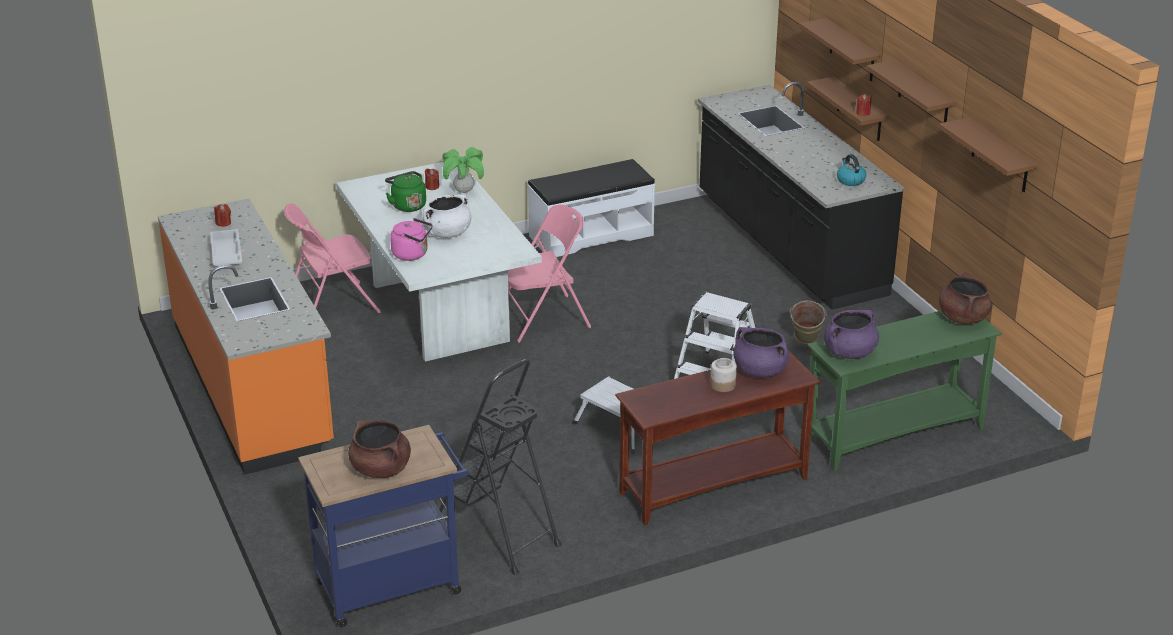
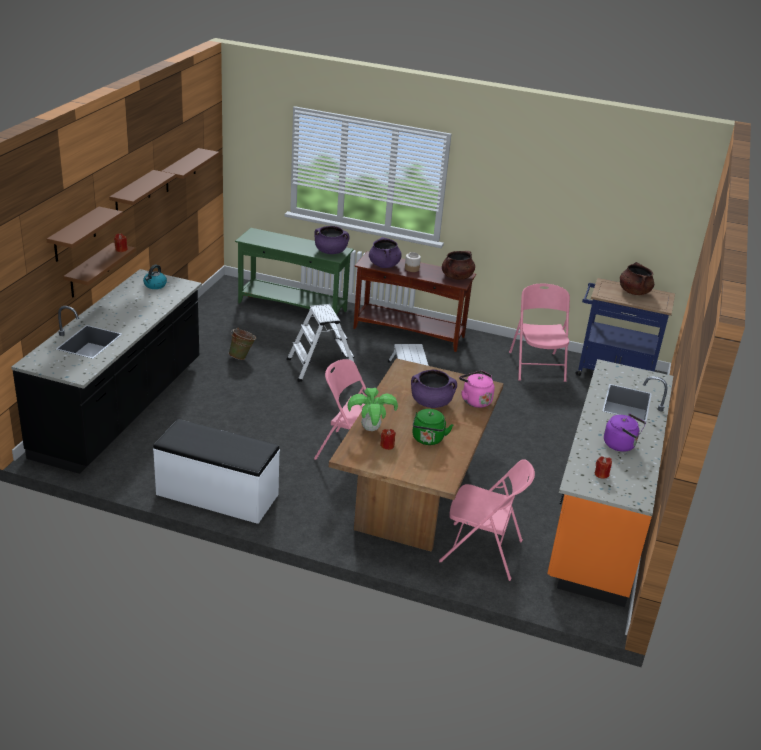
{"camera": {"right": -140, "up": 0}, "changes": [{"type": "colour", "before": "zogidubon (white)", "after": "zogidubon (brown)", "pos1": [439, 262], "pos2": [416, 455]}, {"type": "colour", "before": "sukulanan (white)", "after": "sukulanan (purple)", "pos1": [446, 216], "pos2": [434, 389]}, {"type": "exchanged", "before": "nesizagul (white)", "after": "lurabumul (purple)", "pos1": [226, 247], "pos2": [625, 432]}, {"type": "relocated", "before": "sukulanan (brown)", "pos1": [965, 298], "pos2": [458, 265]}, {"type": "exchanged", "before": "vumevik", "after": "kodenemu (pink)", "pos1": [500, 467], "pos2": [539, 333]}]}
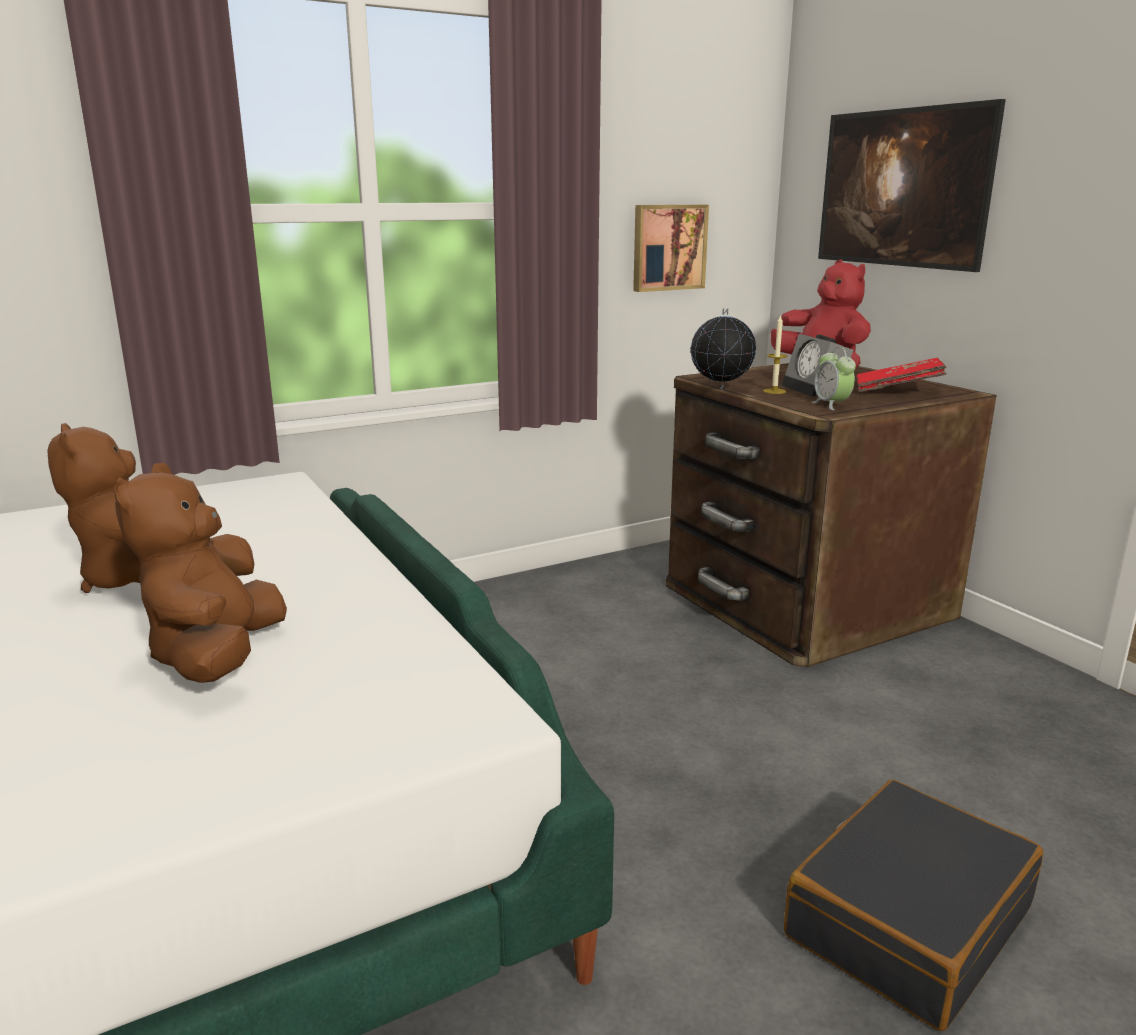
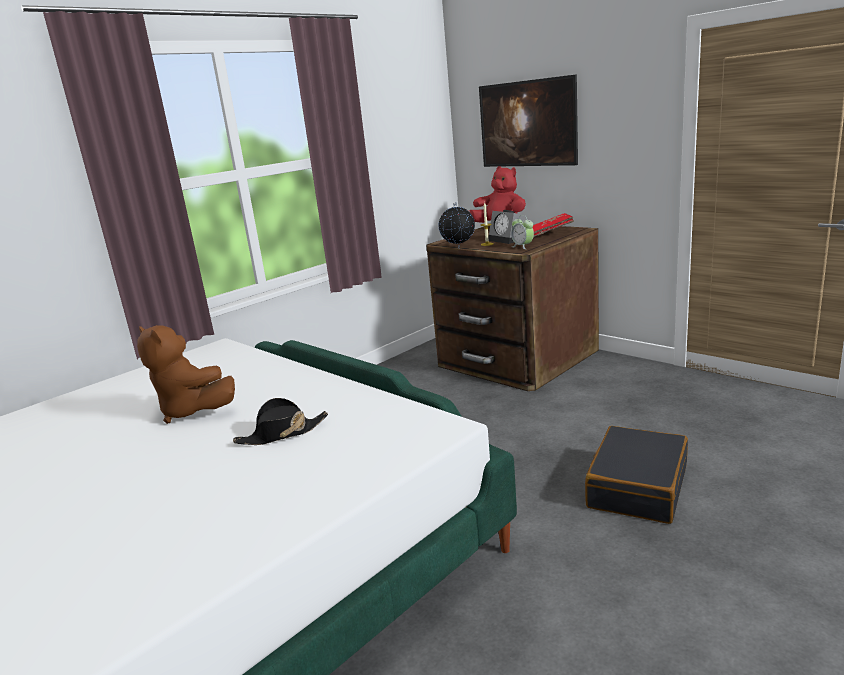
{"camera": {"right": -15, "up": 0}, "changes": [{"type": "missing", "before": "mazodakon", "pos1": [671, 248]}, {"type": "exchanged", "before": "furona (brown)", "after": "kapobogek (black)", "pos1": [200, 573], "pos2": [280, 421]}]}
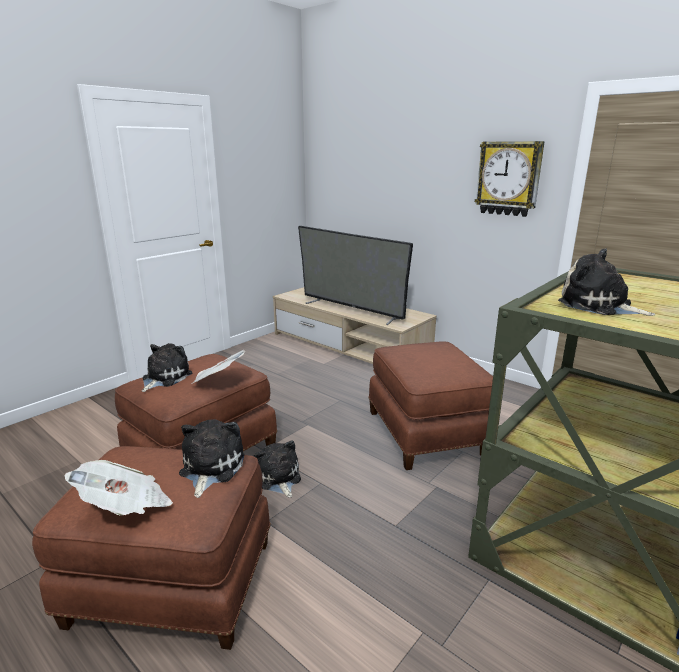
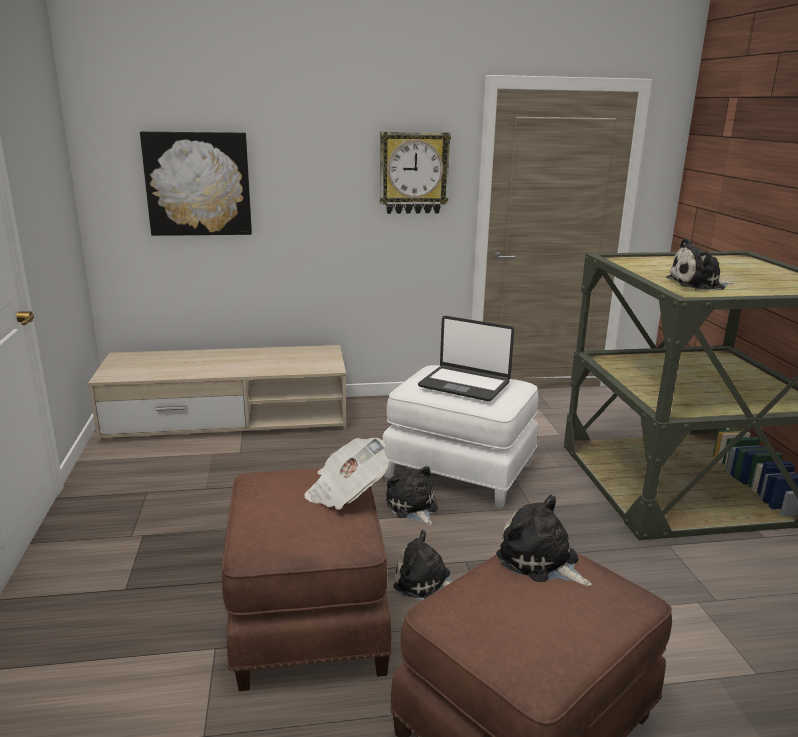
{"camera": {"right": -50, "up": 0}, "changes": [{"type": "missing", "before": "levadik", "pos1": [355, 275]}, {"type": "colour", "before": "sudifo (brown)", "after": "sudifo (white)", "pos1": [430, 405], "pos2": [460, 436]}, {"type": "relocated", "before": "furona", "pos1": [167, 367], "pos2": [412, 495]}, {"type": "missing", "before": "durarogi", "pos1": [119, 488]}, {"type": "appeared", "after": "mazodakon", "pos2": [196, 183]}, {"type": "appeared", "after": "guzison", "pos2": [466, 358]}]}
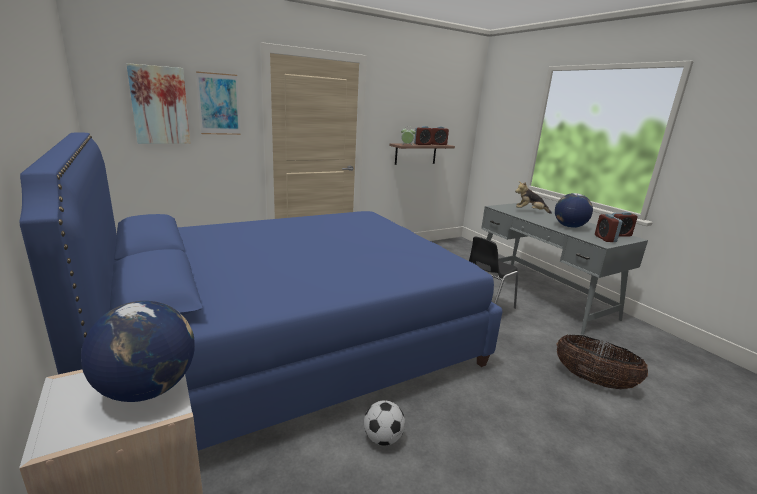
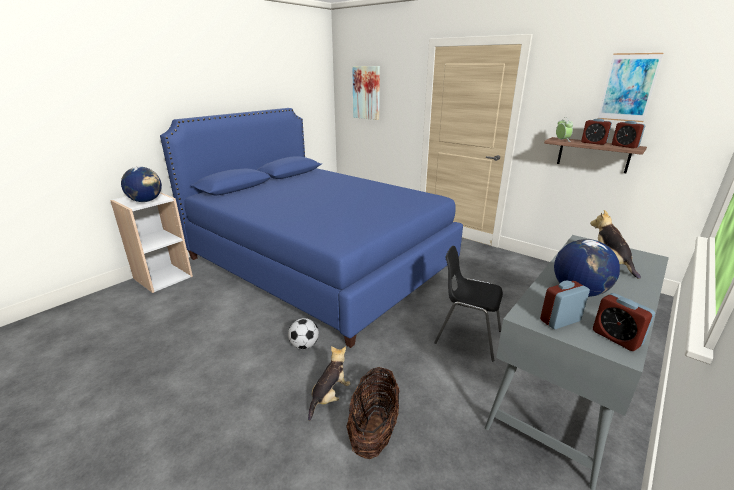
{"camera": {"right": 70, "up": 5}, "changes": [{"type": "relocated", "before": "mazodakon", "pos1": [218, 103], "pos2": [630, 87]}, {"type": "relocated", "before": "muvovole", "pos1": [384, 423], "pos2": [303, 333]}, {"type": "appeared", "after": "furona", "pos2": [329, 383]}]}
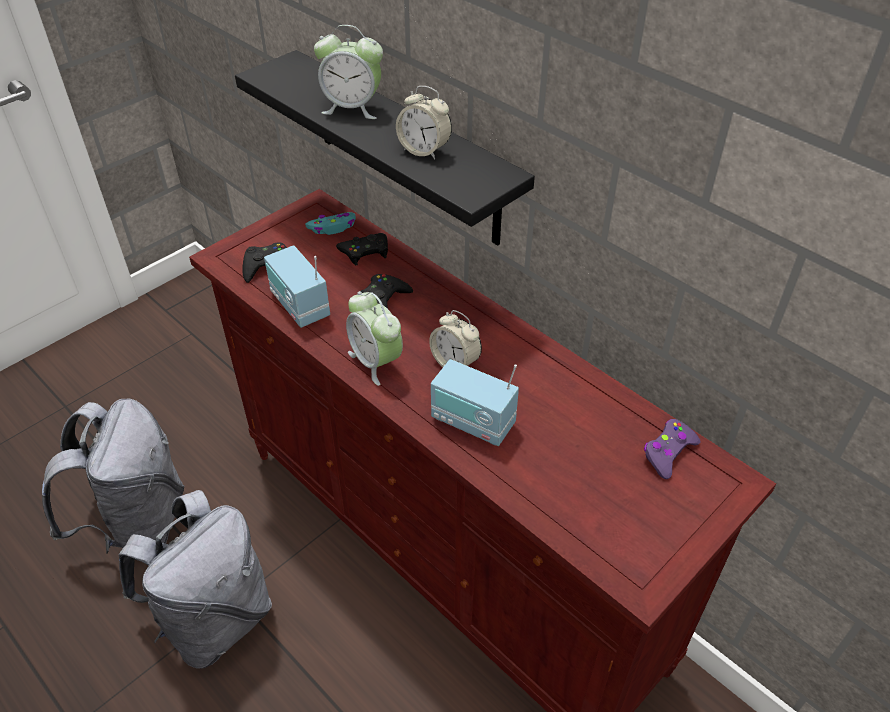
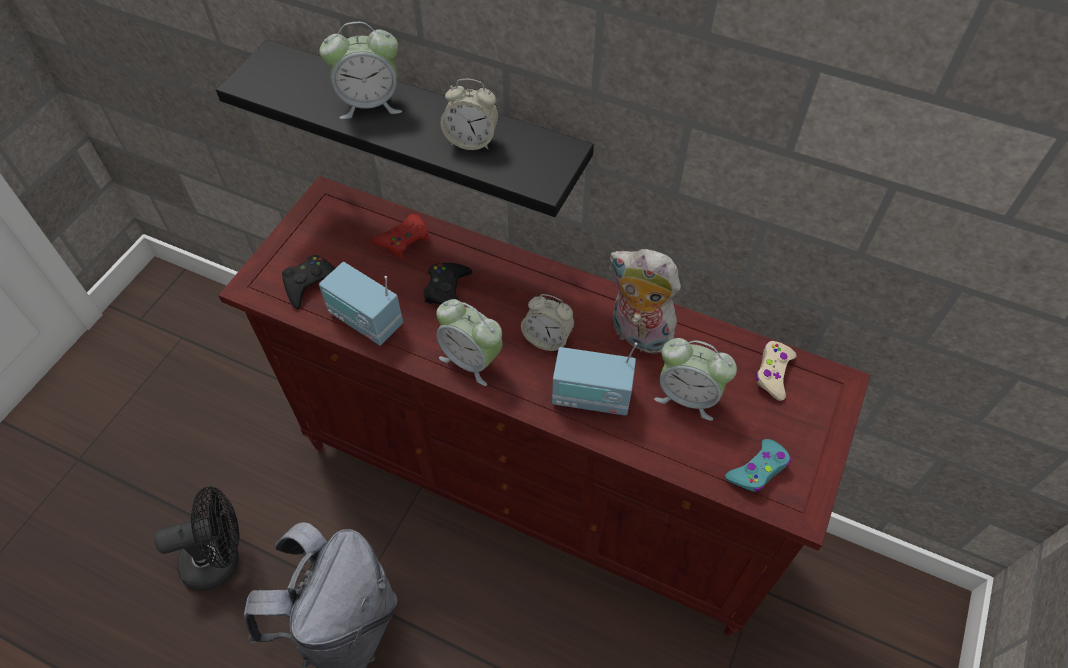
{"camera": {"right": -20, "up": 10}, "changes": [{"type": "relocated", "before": "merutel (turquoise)", "pos1": [330, 223], "pos2": [758, 465]}, {"type": "colour", "before": "merutel (black)", "after": "merutel (red)", "pos1": [362, 249], "pos2": [400, 236]}, {"type": "exchanged", "before": "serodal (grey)", "after": "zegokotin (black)", "pos1": [113, 479], "pos2": [196, 538]}, {"type": "colour", "before": "merutel (purple)", "after": "merutel (beige)", "pos1": [672, 449], "pos2": [775, 371]}, {"type": "appeared", "after": "furona", "pos2": [645, 302]}, {"type": "appeared", "after": "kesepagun", "pos2": [695, 379]}]}
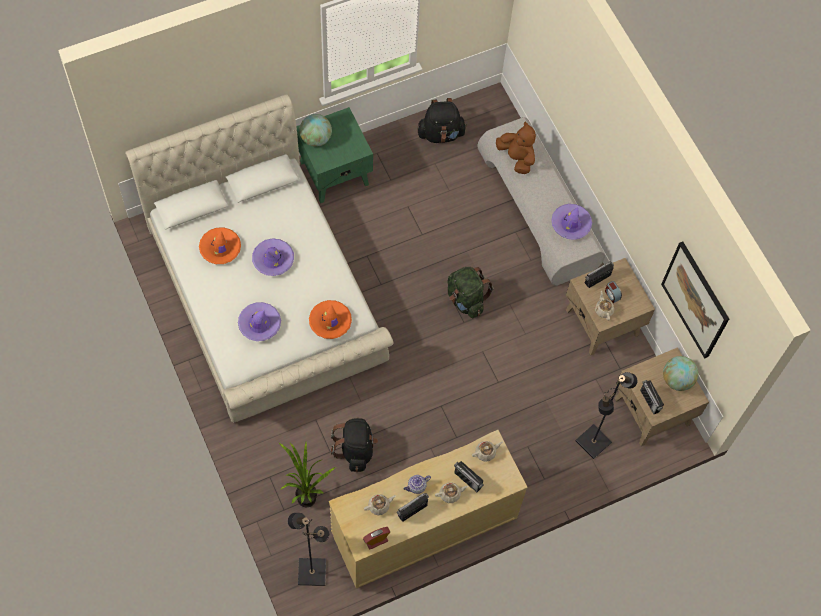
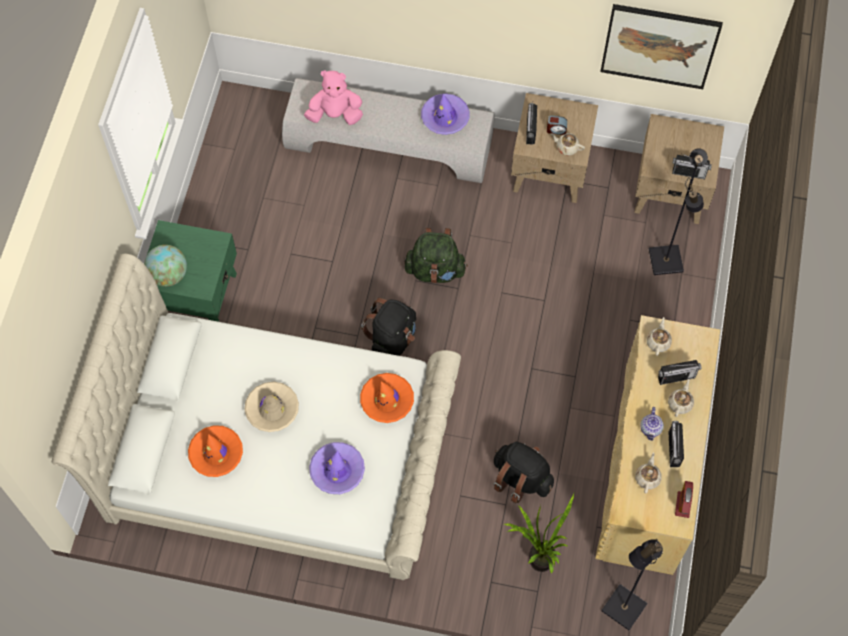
{"camera": {"right": -50, "up": 0}, "changes": [{"type": "relocated", "before": "serodal (black)", "pos1": [442, 120], "pos2": [388, 327]}, {"type": "colour", "before": "furona (brown)", "after": "furona (pink)", "pos1": [516, 148], "pos2": [333, 97]}, {"type": "colour", "before": "kapobogek (purple)", "after": "kapobogek (beige)", "pos1": [273, 257], "pos2": [272, 407]}, {"type": "missing", "before": "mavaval", "pos1": [680, 373]}]}
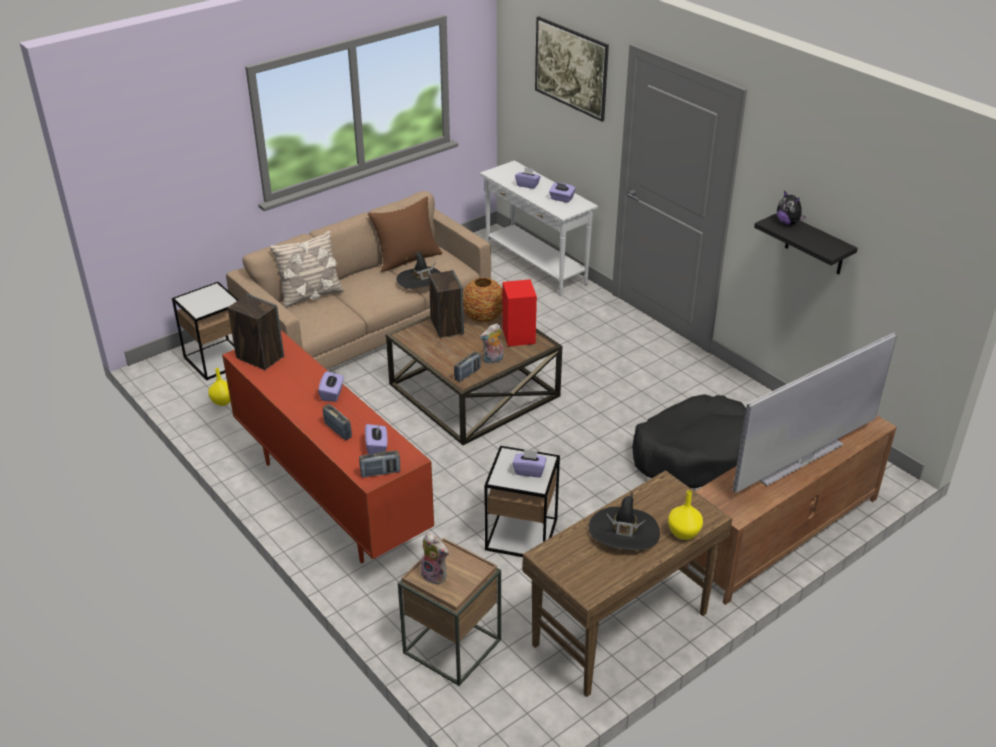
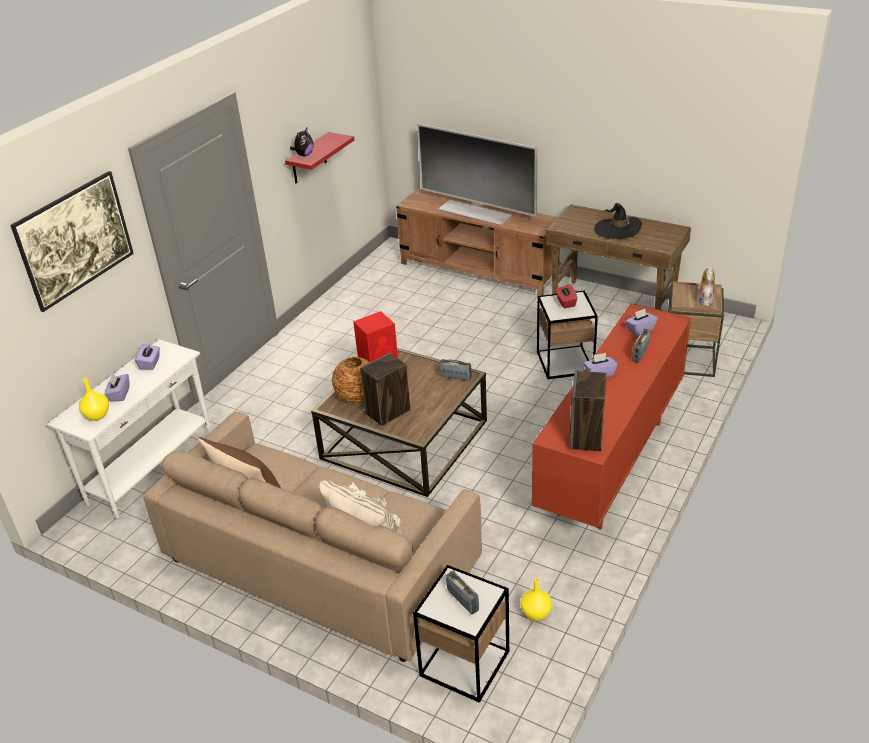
{"camera": {"right": -110, "up": 0}, "changes": [{"type": "colour", "before": "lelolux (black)", "after": "lelolux (red)", "pos1": [806, 243], "pos2": [319, 157]}, {"type": "missing", "before": "kapobogek (black)", "pos1": [418, 270]}, {"type": "missing", "before": "furona", "pos1": [491, 343]}, {"type": "missing", "before": "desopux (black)", "pos1": [689, 441]}, {"type": "colour", "before": "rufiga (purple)", "after": "rufiga (red)", "pos1": [529, 463], "pos2": [566, 296]}, {"type": "relocated", "before": "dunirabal", "pos1": [379, 464], "pos2": [462, 592]}, {"type": "relocated", "before": "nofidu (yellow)", "pos1": [685, 515], "pos2": [94, 399]}]}
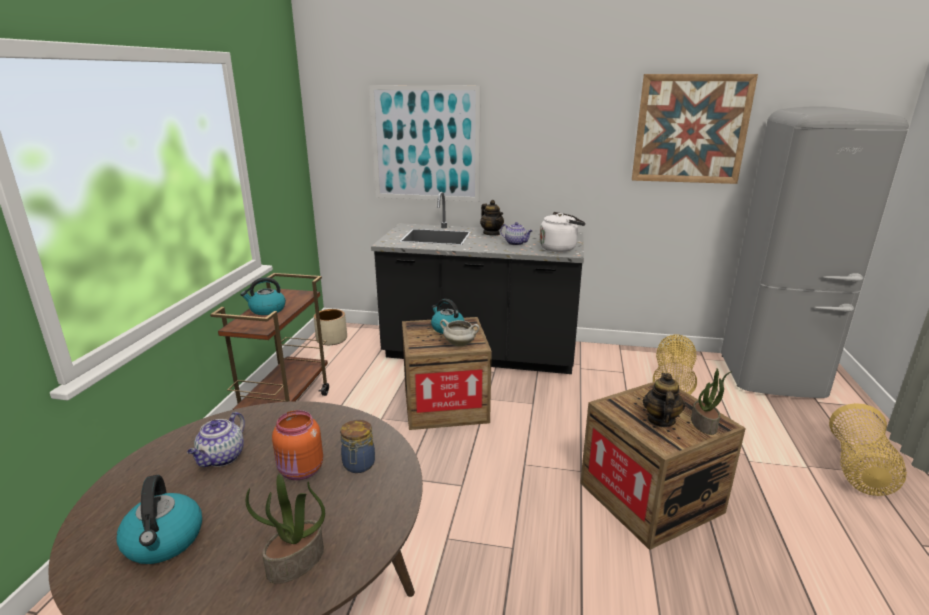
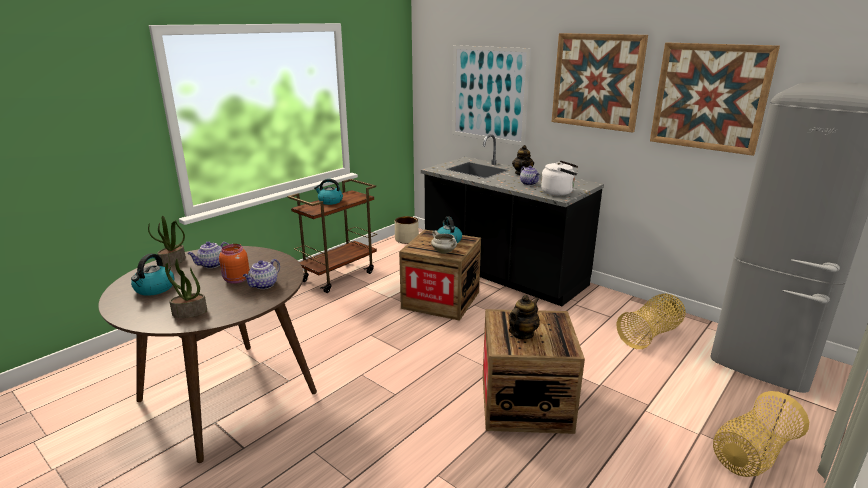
{"camera": {"right": 30, "up": 0}, "changes": [{"type": "relocated", "before": "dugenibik", "pos1": [711, 401], "pos2": [167, 241]}, {"type": "exchanged", "before": "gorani", "after": "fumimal", "pos1": [357, 446], "pos2": [261, 274]}, {"type": "appeared", "after": "mazodakon", "pos2": [600, 83]}]}
